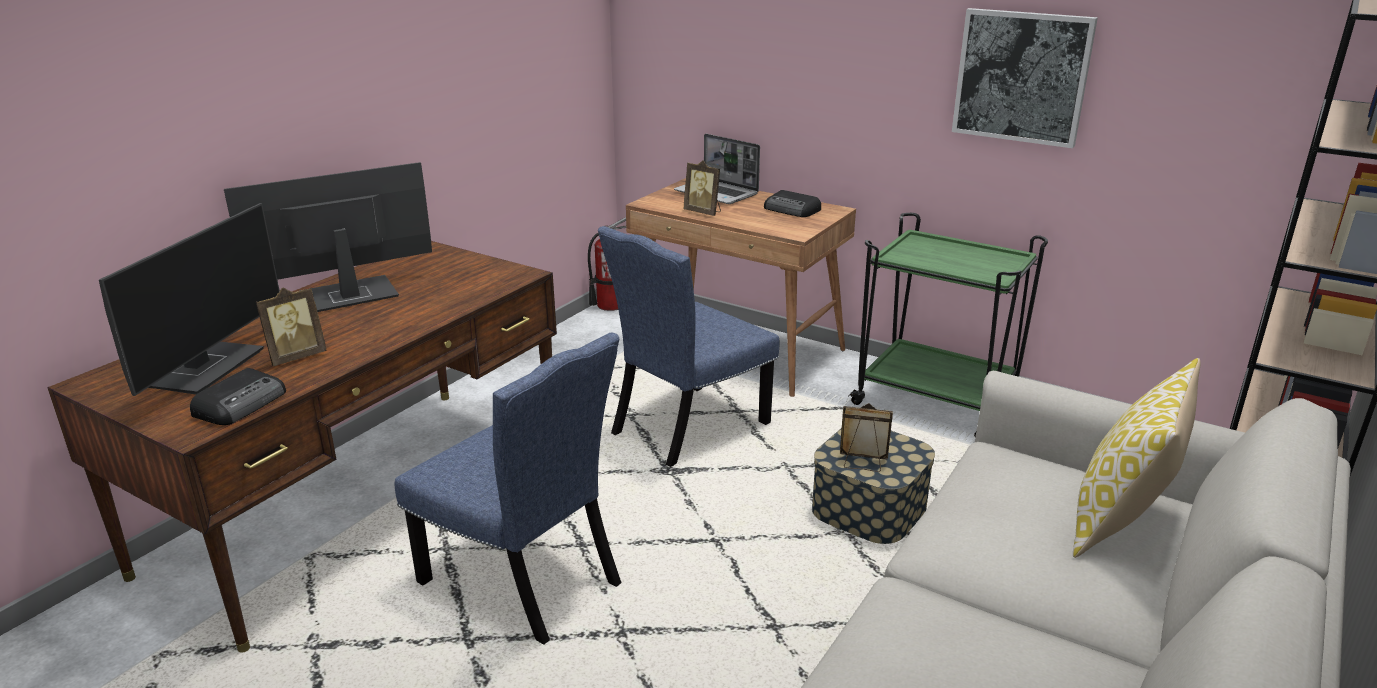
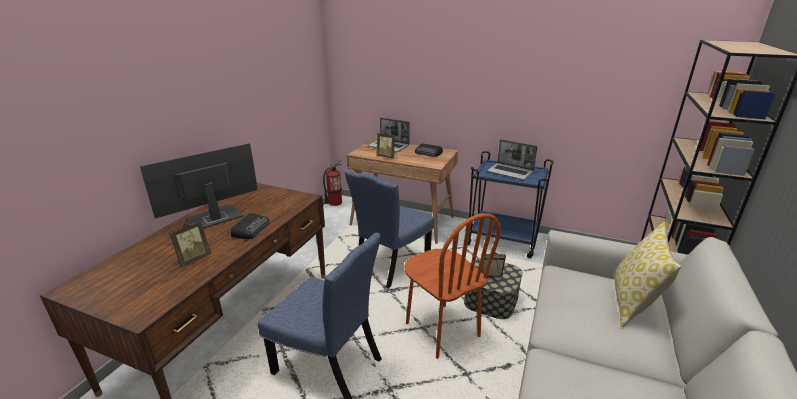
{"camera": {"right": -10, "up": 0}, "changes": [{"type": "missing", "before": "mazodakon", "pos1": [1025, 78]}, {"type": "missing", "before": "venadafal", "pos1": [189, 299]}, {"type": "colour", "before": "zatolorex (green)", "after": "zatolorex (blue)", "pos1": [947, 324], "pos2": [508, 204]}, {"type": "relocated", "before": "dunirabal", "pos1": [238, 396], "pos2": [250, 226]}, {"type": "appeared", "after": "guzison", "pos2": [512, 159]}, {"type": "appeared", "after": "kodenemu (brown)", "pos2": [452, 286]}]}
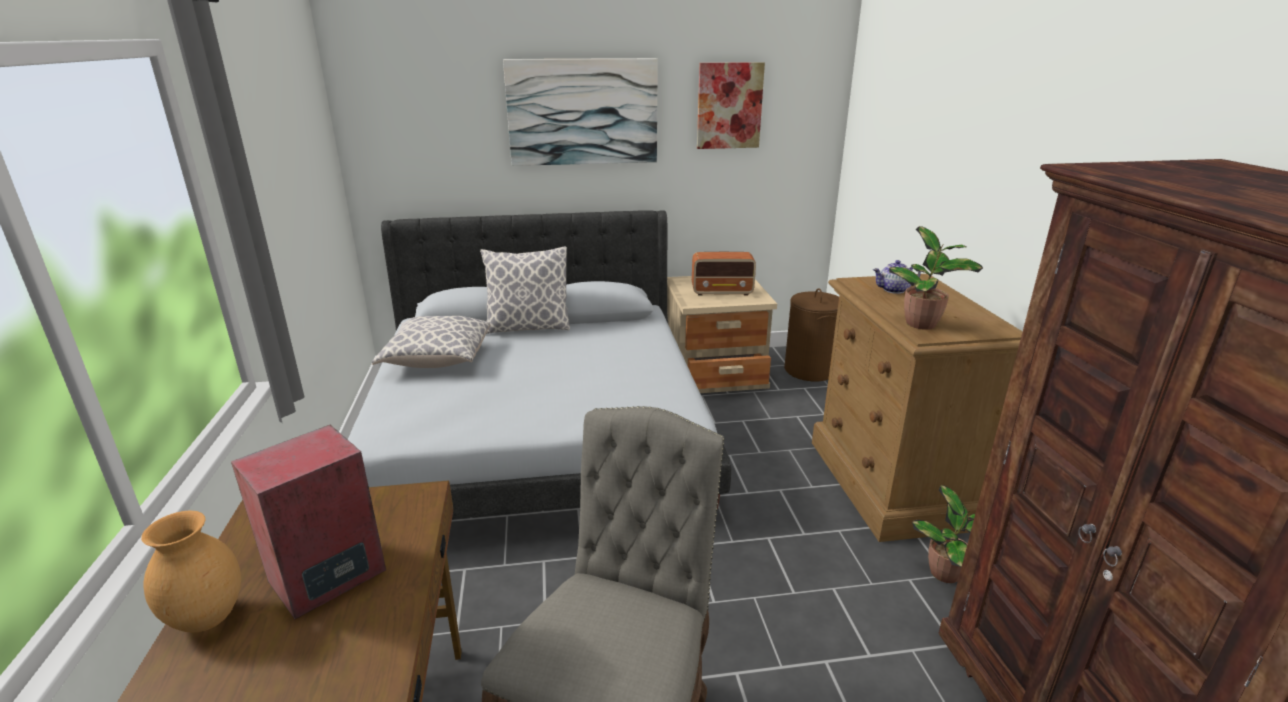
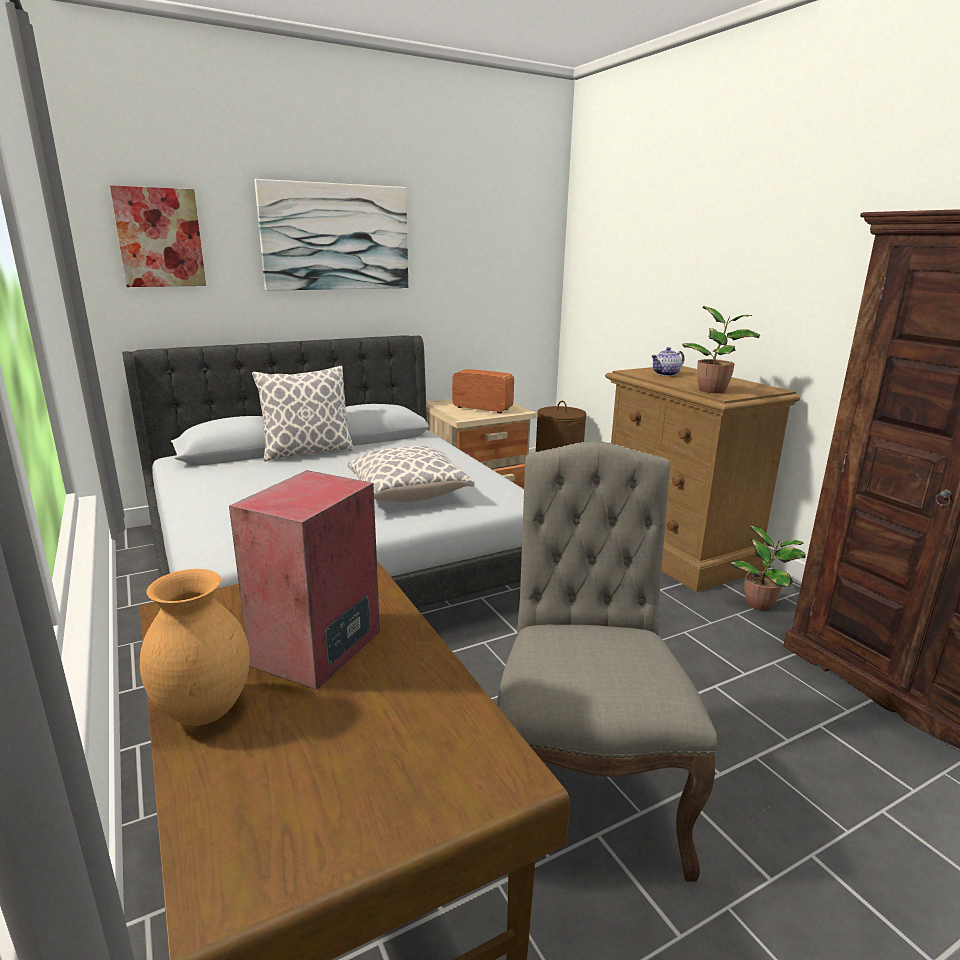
{"camera": {"right": -20, "up": -5}, "changes": [{"type": "relocated", "before": "mazodakon", "pos1": [731, 105], "pos2": [158, 236]}, {"type": "spun", "before": "dunirabal", "pos1": [724, 274], "pos2": [483, 391], "turn": -135}, {"type": "relocated", "before": "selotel", "pos1": [431, 342], "pos2": [410, 474]}]}
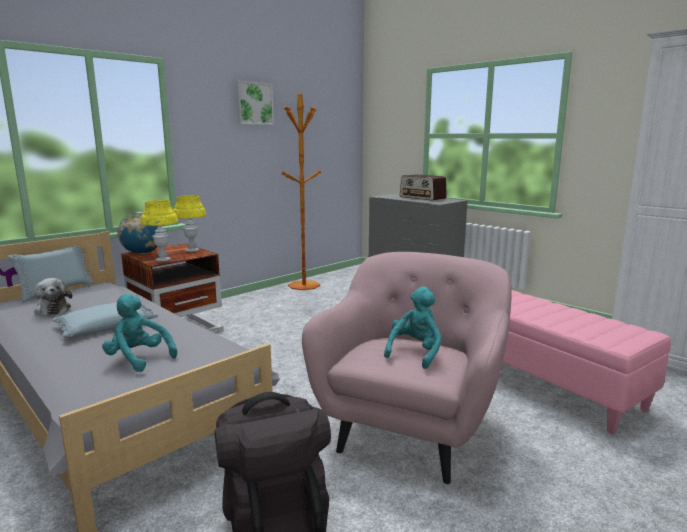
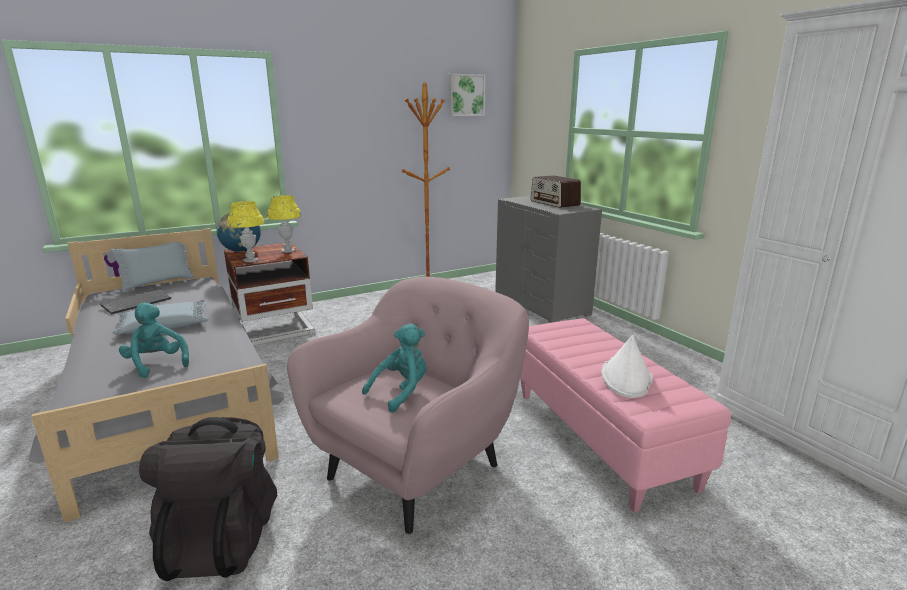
{"camera": {"right": 15, "up": 5}, "changes": [{"type": "relocated", "before": "mazodakon", "pos1": [255, 103], "pos2": [467, 95]}, {"type": "exchanged", "before": "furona", "after": "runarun", "pos1": [53, 297], "pos2": [135, 301]}, {"type": "appeared", "after": "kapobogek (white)", "pos2": [627, 366]}]}
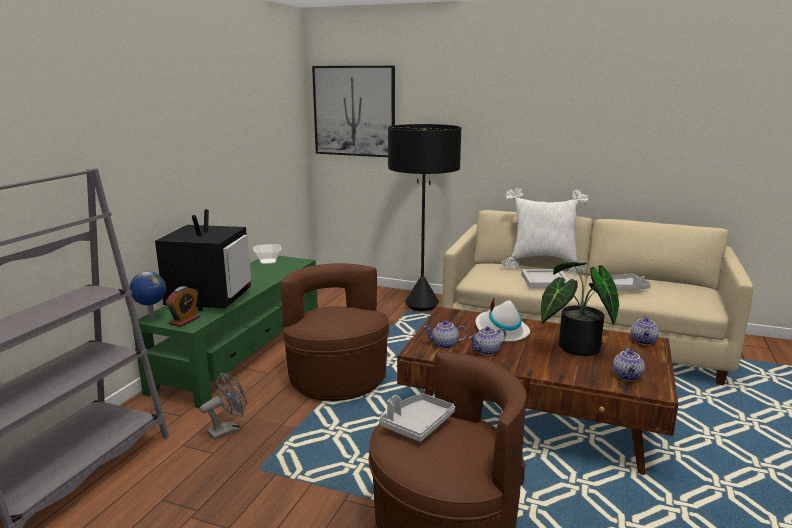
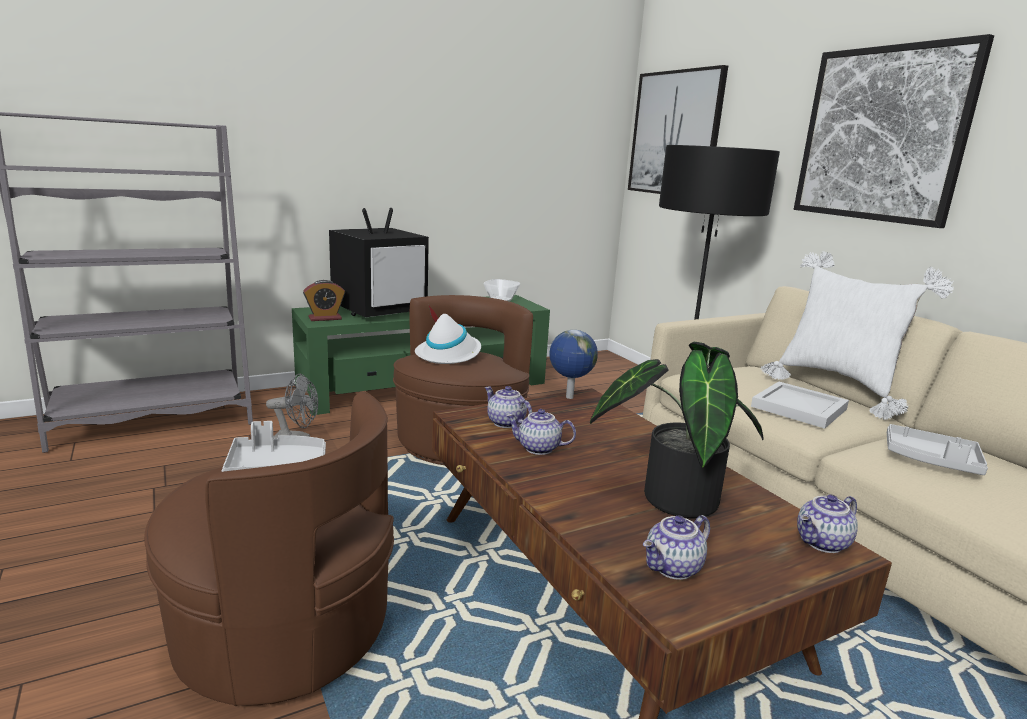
{"camera": {"right": 40, "up": 0}, "changes": [{"type": "relocated", "before": "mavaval", "pos1": [147, 295], "pos2": [573, 364]}, {"type": "relocated", "before": "kapobogek (white)", "pos1": [503, 319], "pos2": [448, 335]}, {"type": "appeared", "after": "mazodakon", "pos2": [894, 131]}]}
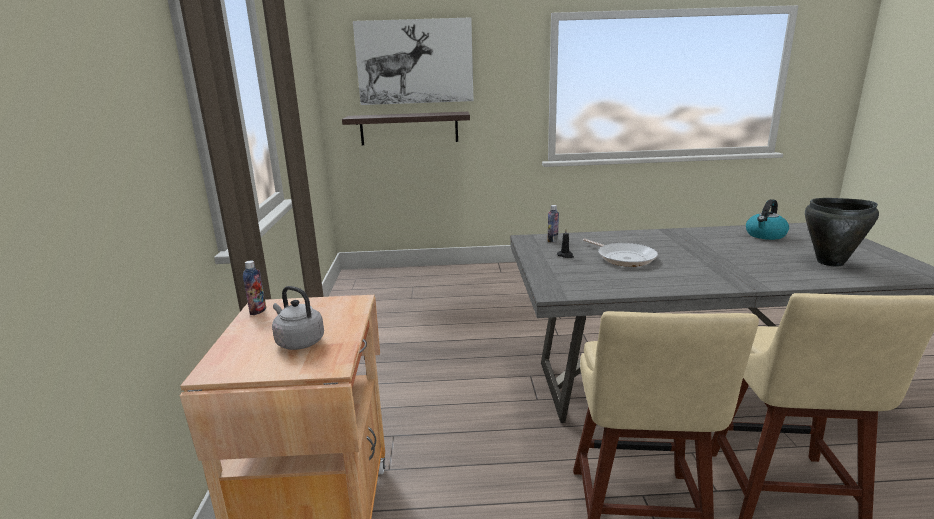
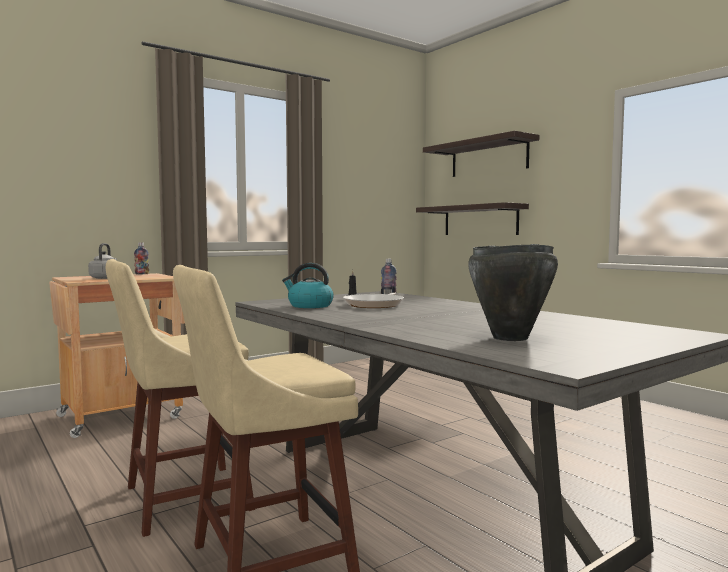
{"camera": {"right": 55, "up": -15}, "changes": [{"type": "exchanged", "before": "mazodakon", "after": "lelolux", "pos1": [413, 61], "pos2": [481, 154]}, {"type": "relocated", "before": "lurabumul", "pos1": [767, 219], "pos2": [308, 285]}]}
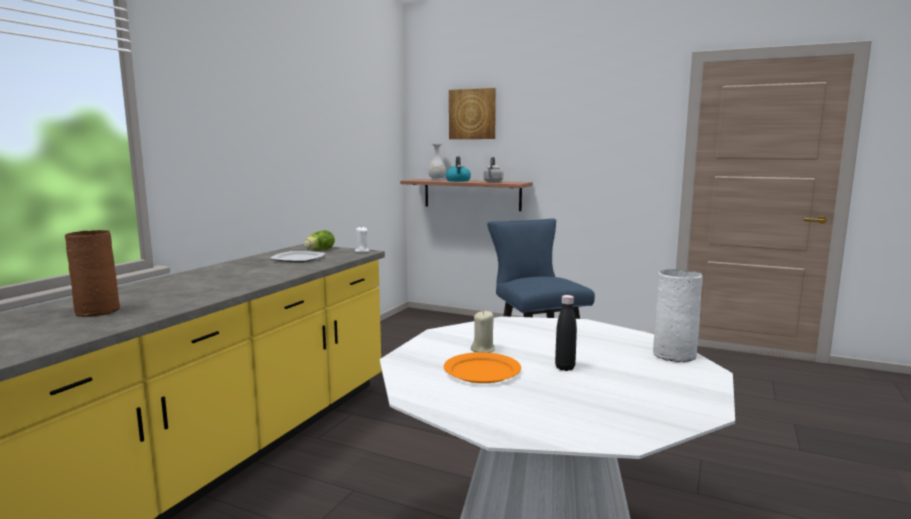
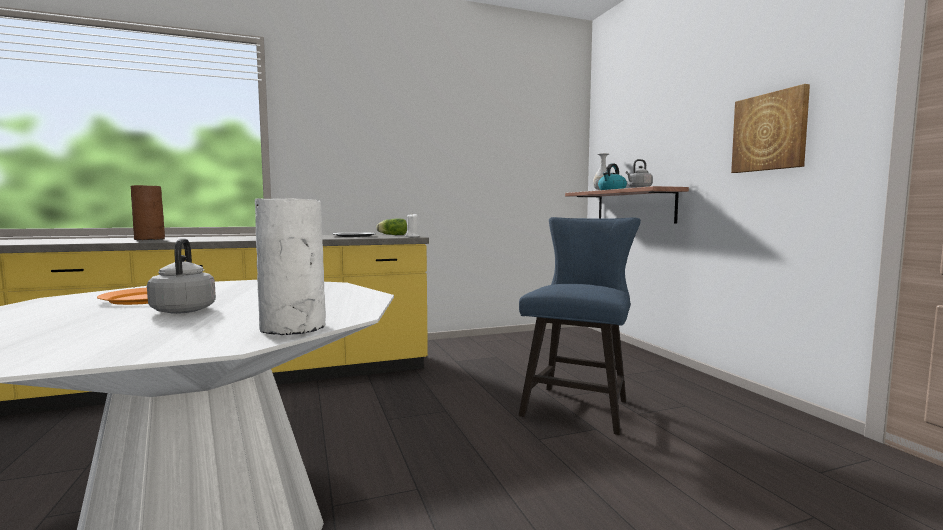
{"camera": {"right": 45, "up": -5}, "changes": [{"type": "relocated", "before": "mazodakon", "pos1": [472, 113], "pos2": [770, 128]}, {"type": "exchanged", "before": "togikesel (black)", "after": "lurabumul (grey)", "pos1": [566, 333], "pos2": [181, 276]}, {"type": "missing", "before": "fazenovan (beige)", "pos1": [483, 331]}]}
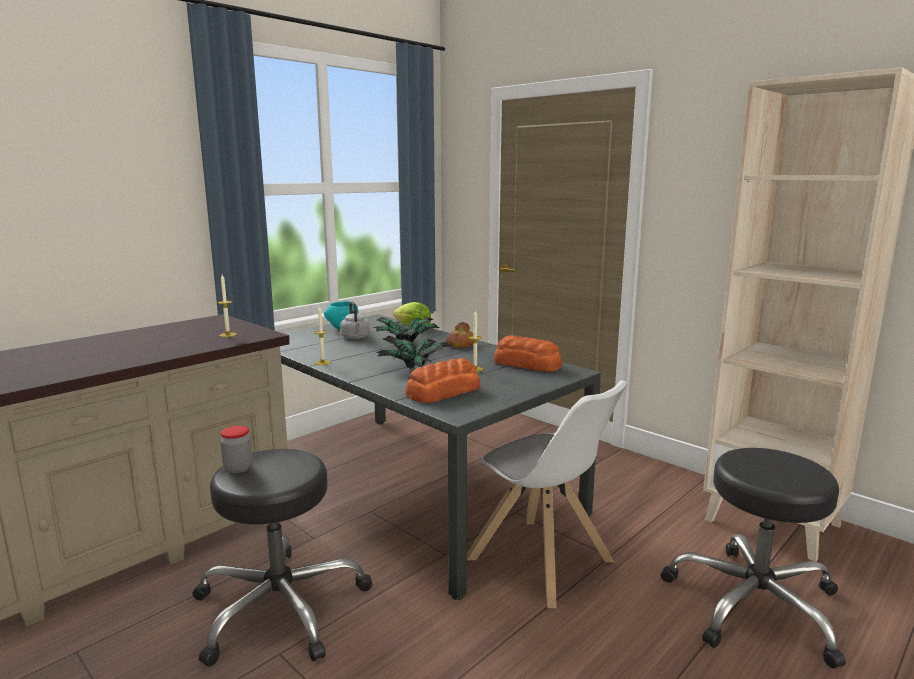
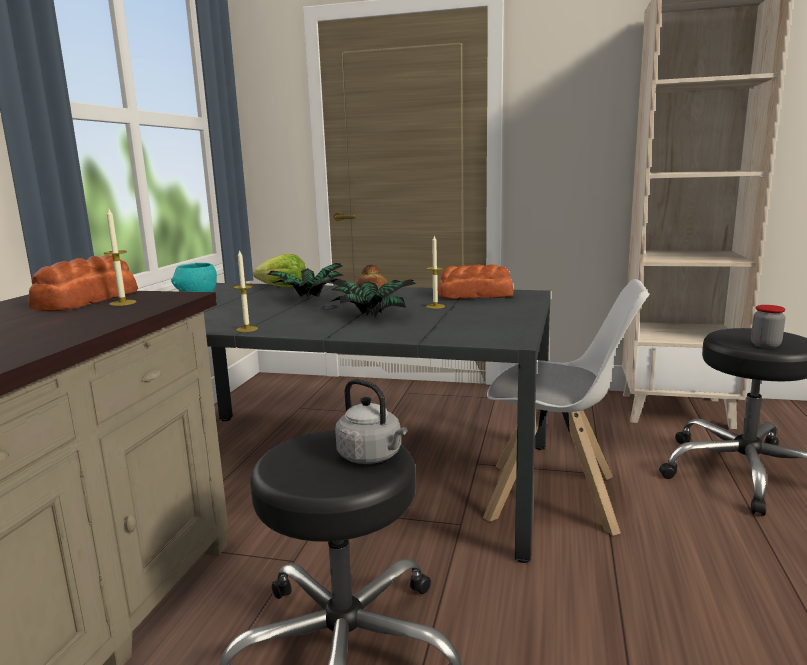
{"camera": {"right": -30, "up": 0}, "changes": [{"type": "relocated", "before": "lurabumul (grey)", "pos1": [355, 320], "pos2": [371, 421]}, {"type": "relocated", "before": "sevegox", "pos1": [443, 380], "pos2": [83, 283]}, {"type": "relocated", "before": "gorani", "pos1": [236, 449], "pos2": [768, 326]}]}
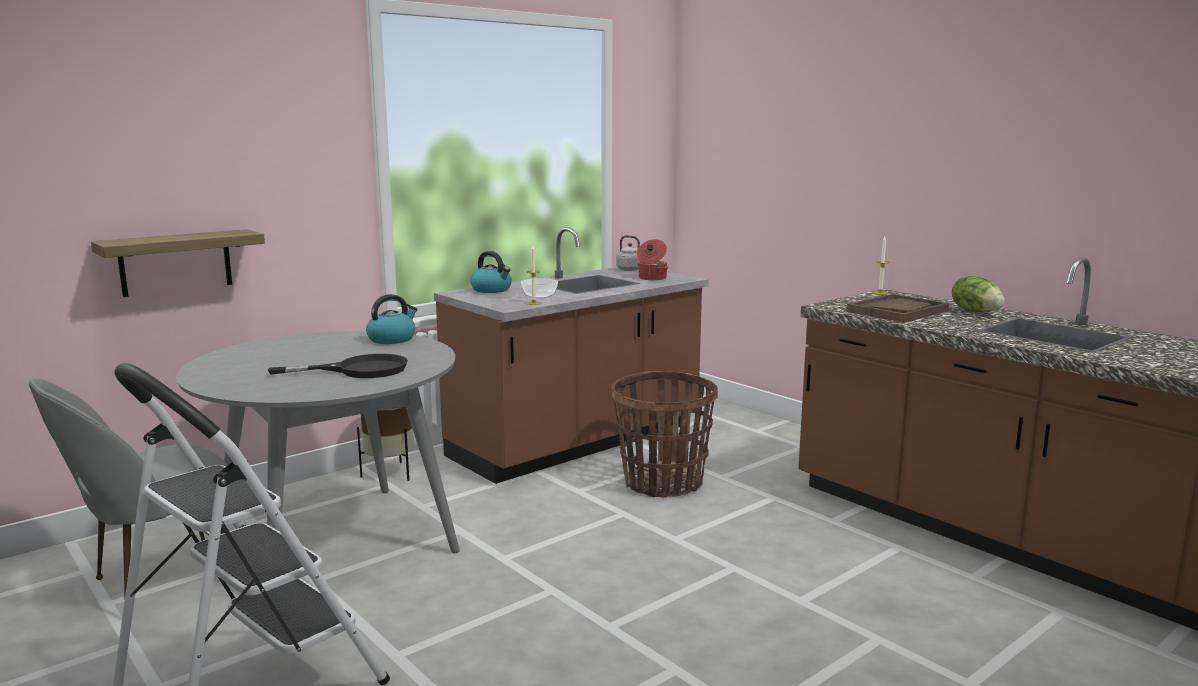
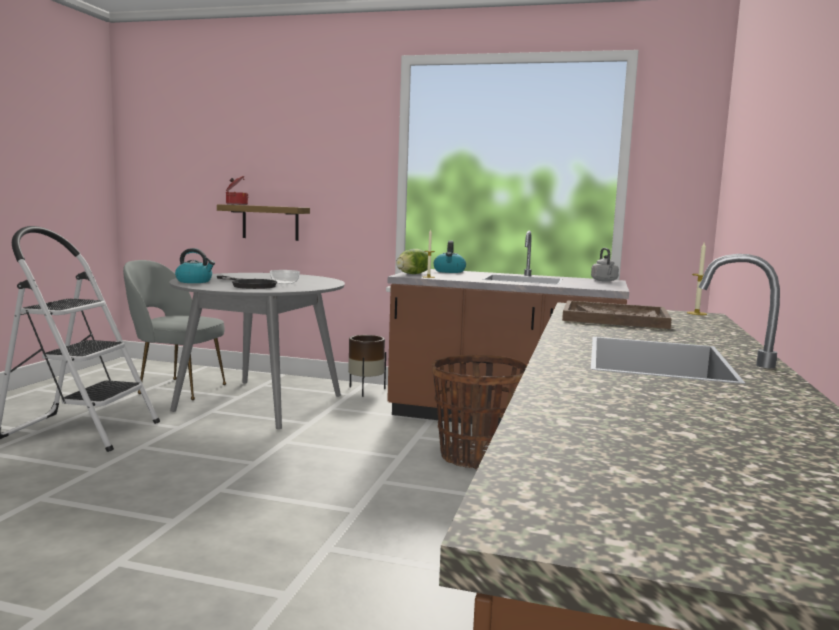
{"camera": {"right": 55, "up": -5}, "changes": [{"type": "relocated", "before": "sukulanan", "pos1": [652, 259], "pos2": [237, 190]}, {"type": "relocated", "before": "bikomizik", "pos1": [978, 294], "pos2": [412, 261]}, {"type": "relocated", "before": "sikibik", "pos1": [539, 288], "pos2": [285, 277]}, {"type": "relocated", "before": "lurabumul", "pos1": [392, 319], "pos2": [195, 265]}]}
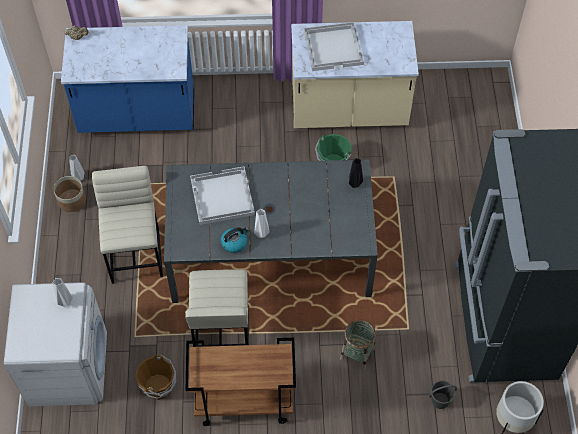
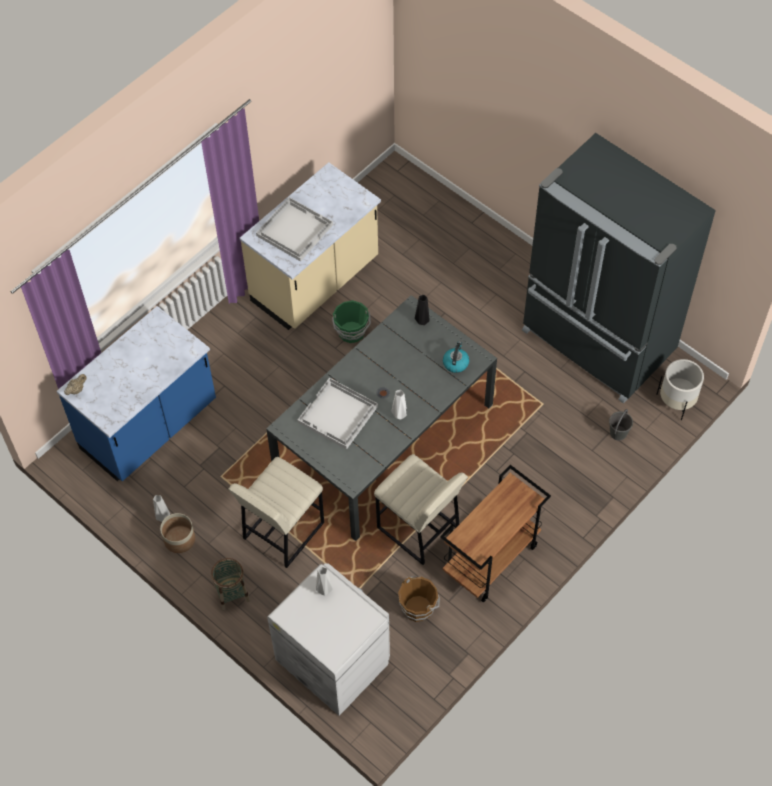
{"camera": {"right": -45, "up": 0}, "changes": [{"type": "spun", "before": "kodenemu (beige)", "pos1": [127, 225], "pos2": [276, 512], "turn": -90}, {"type": "relocated", "before": "lurabumul", "pos1": [235, 240], "pos2": [456, 357]}, {"type": "relocated", "before": "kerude", "pos1": [358, 345], "pos2": [230, 584]}]}
